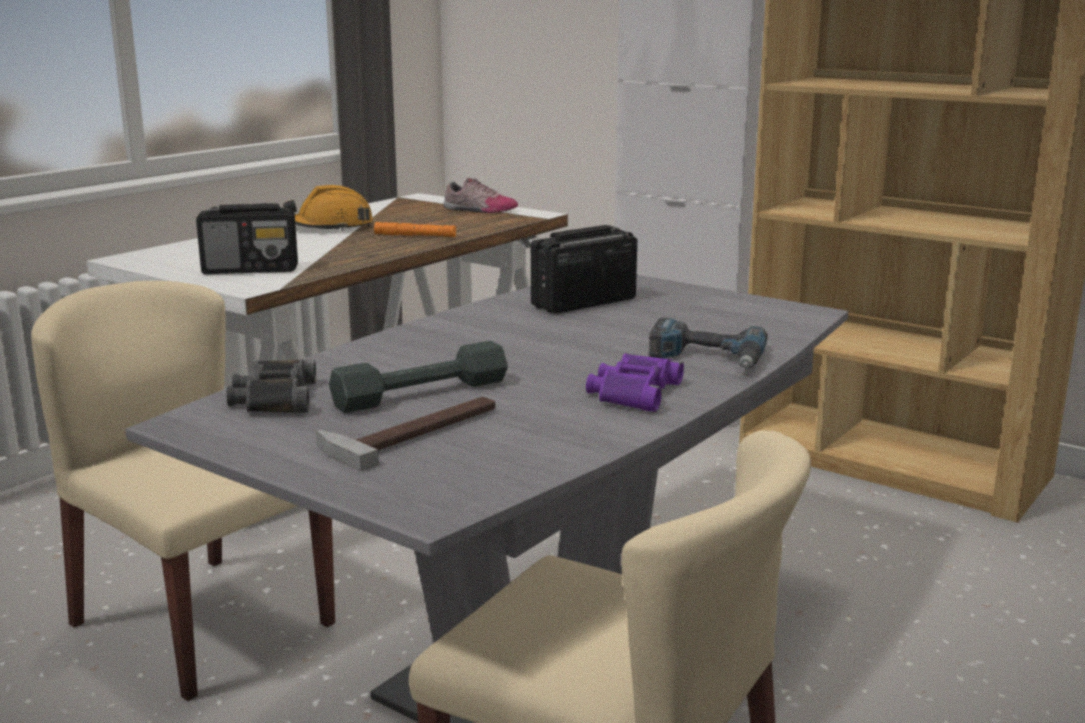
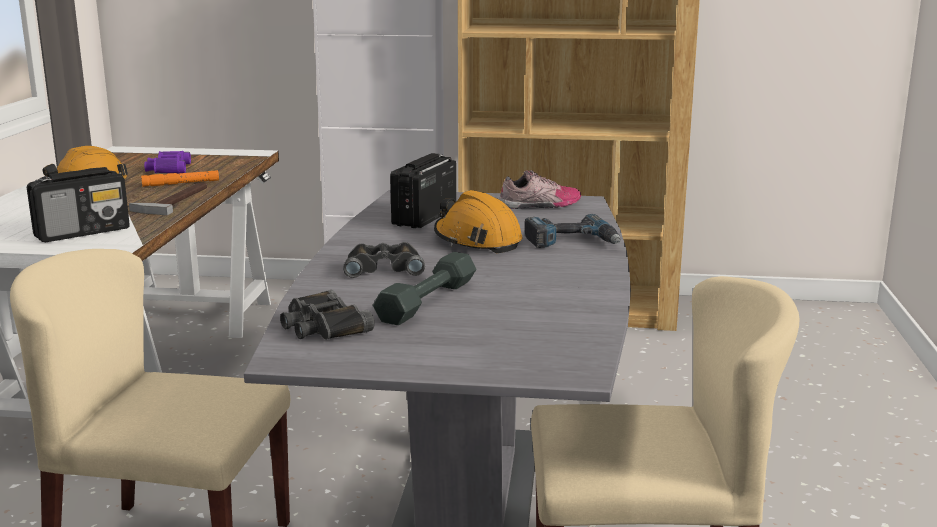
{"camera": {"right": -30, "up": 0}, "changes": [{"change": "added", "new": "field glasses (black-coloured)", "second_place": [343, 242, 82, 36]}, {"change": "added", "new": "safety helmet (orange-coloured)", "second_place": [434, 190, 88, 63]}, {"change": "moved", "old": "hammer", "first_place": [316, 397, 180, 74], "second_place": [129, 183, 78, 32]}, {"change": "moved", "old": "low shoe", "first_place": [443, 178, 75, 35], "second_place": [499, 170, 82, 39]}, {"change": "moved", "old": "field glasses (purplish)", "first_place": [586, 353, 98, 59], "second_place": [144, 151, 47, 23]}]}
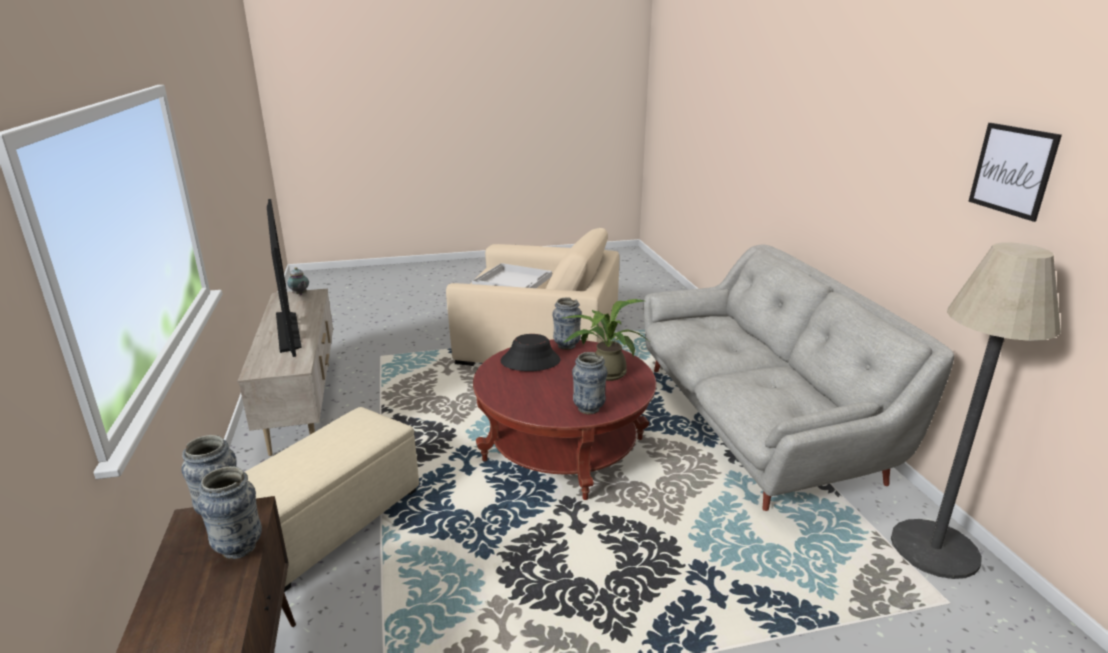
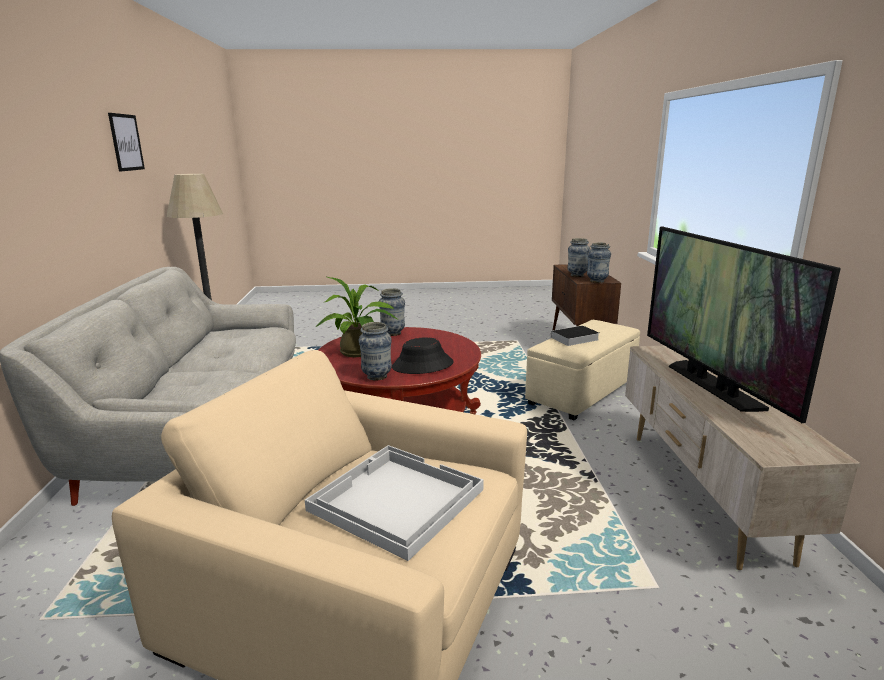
{"camera": {"right": -170, "up": -5}, "changes": [{"change": "removed", "old": "tea pot", "first_place": [287, 267, 22, 28]}, {"change": "added", "new": "volume", "second_place": [546, 326, 53, 20]}]}
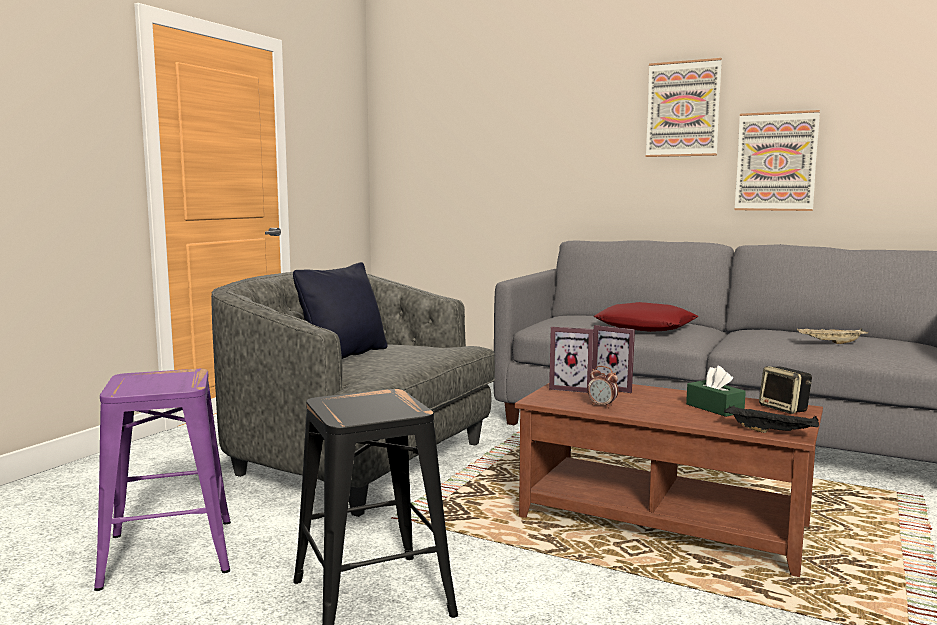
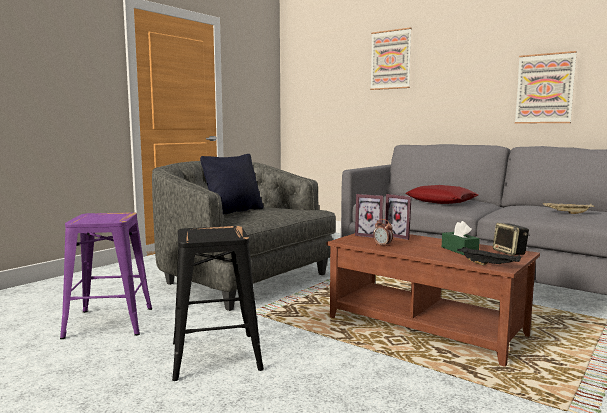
{"camera": {"right": 10, "up": 0}, "changes": [{"change": "moved", "old": "wall art", "first_place": [646, 58, 76, 99], "second_place": [370, 27, 42, 63]}]}
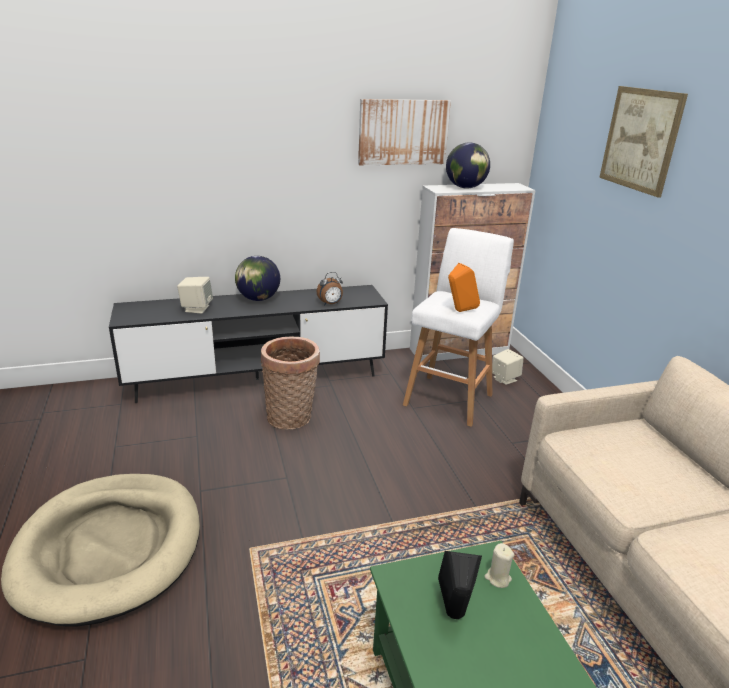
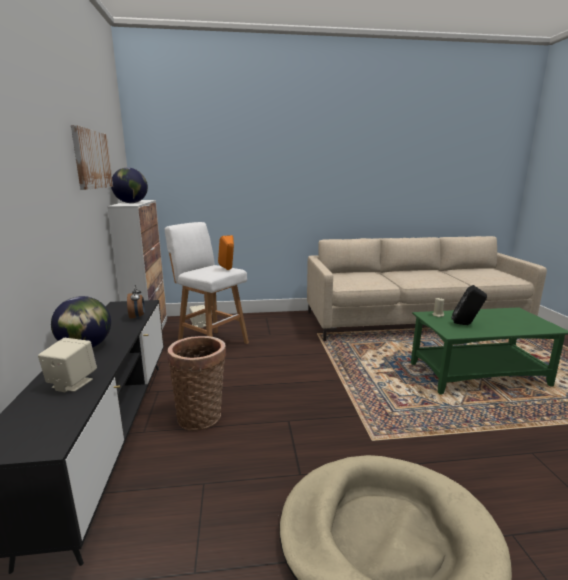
{"camera": {"right": -80, "up": -10}, "changes": [{"change": "removed", "old": "wall art", "first_place": [599, 86, 89, 111]}]}
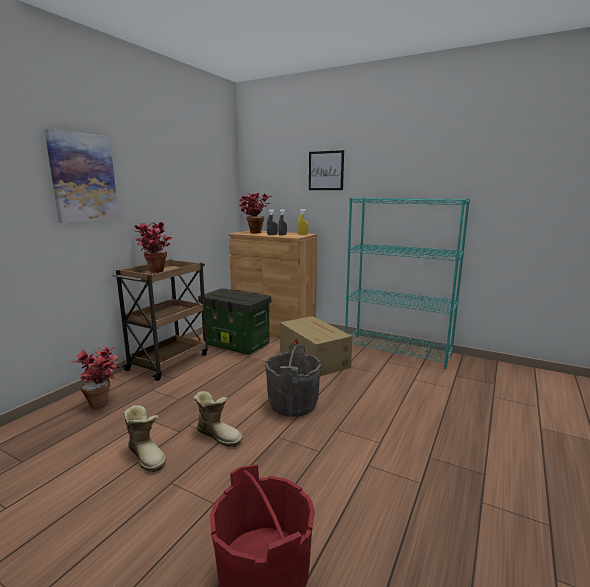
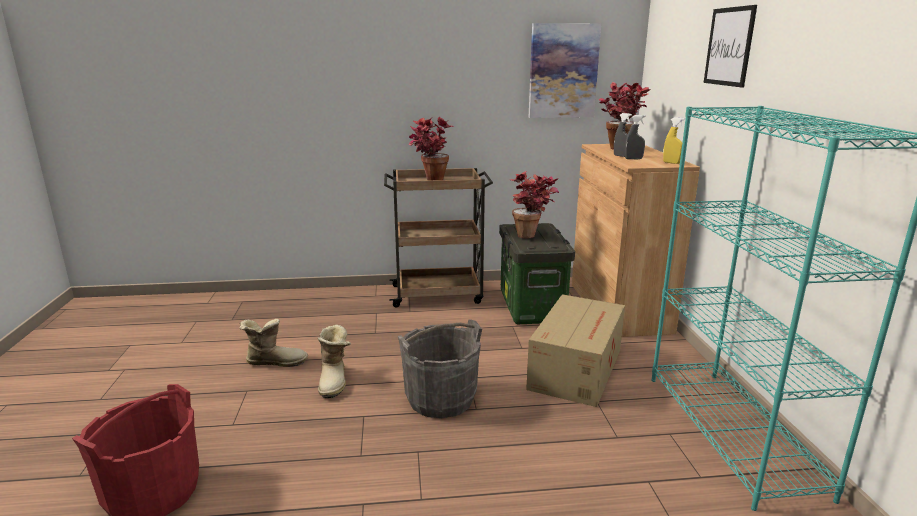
{"camera": {"right": 55, "up": 5}, "changes": [{"change": "moved", "old": "wall art", "first_place": [44, 129, 75, 94], "second_place": [529, 23, 72, 95]}, {"change": "moved", "old": "houseplant", "first_place": [70, 347, 50, 62], "second_place": [511, 171, 48, 67]}, {"change": "turned", "old": "high-top boot", "first_place": [123, 405, 43, 67], "second_place": [240, 319, 68, 48], "degrees": -105}]}
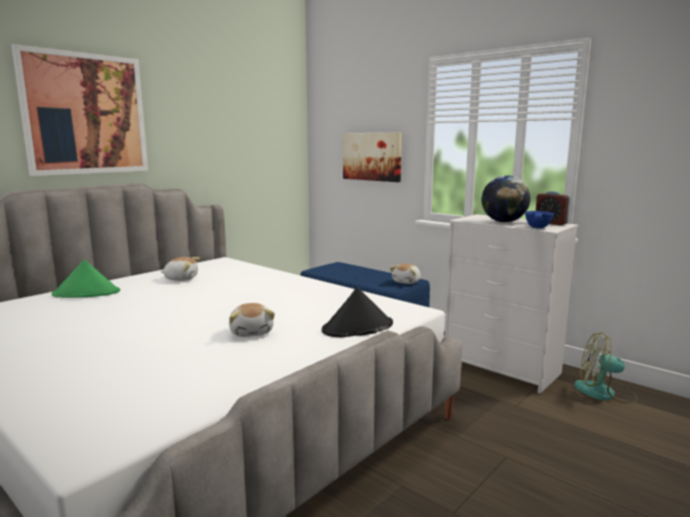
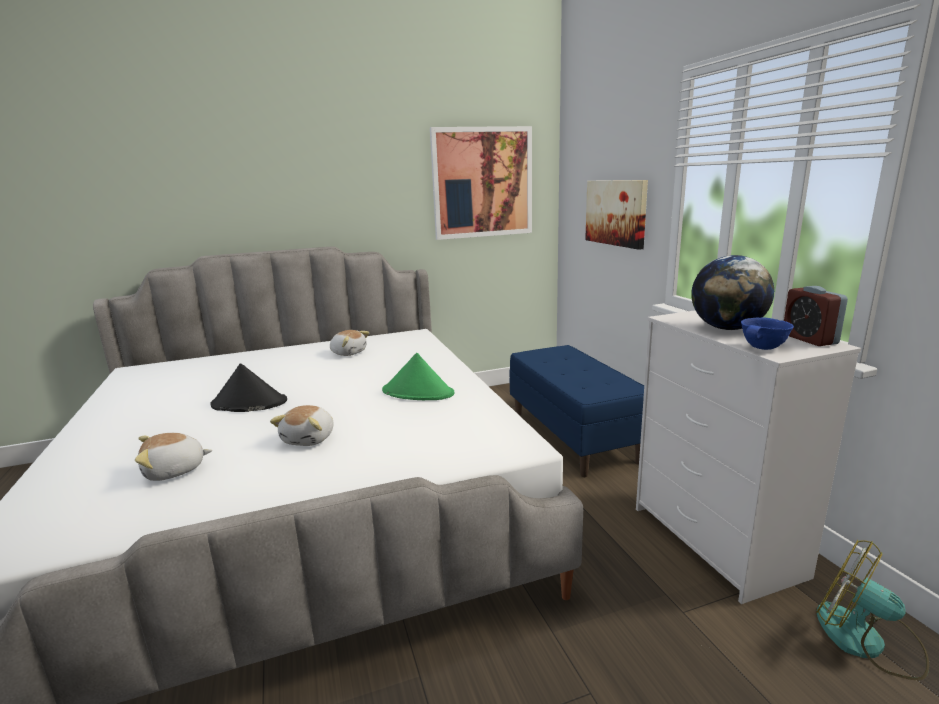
{"camera": {"right": 30, "up": 5}, "changes": [{"change": "moved", "old": "wall art", "first_place": [11, 44, 137, 132], "second_place": [430, 126, 102, 114]}, {"change": "moved", "old": "wearable hat (greenish)", "first_place": [52, 259, 68, 39], "second_place": [382, 353, 72, 47]}, {"change": "moved", "old": "wearable hat (black-coloured)", "first_place": [322, 287, 71, 50], "second_place": [211, 363, 76, 49]}, {"change": "moved", "old": "plush toy", "first_place": [390, 263, 31, 21], "second_place": [135, 433, 77, 48]}]}
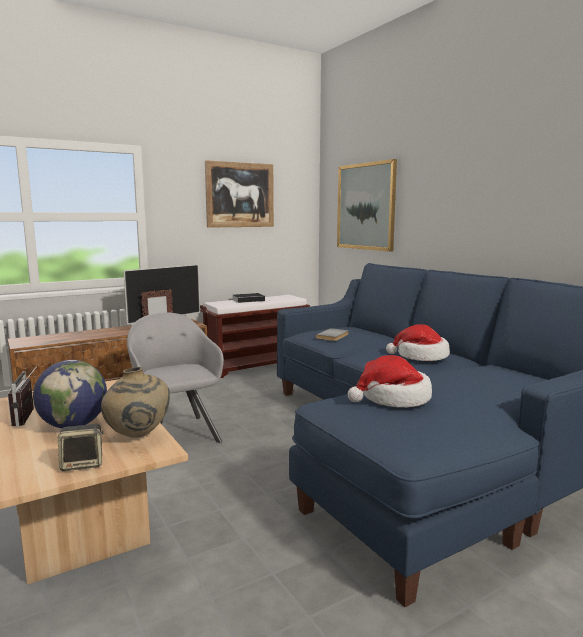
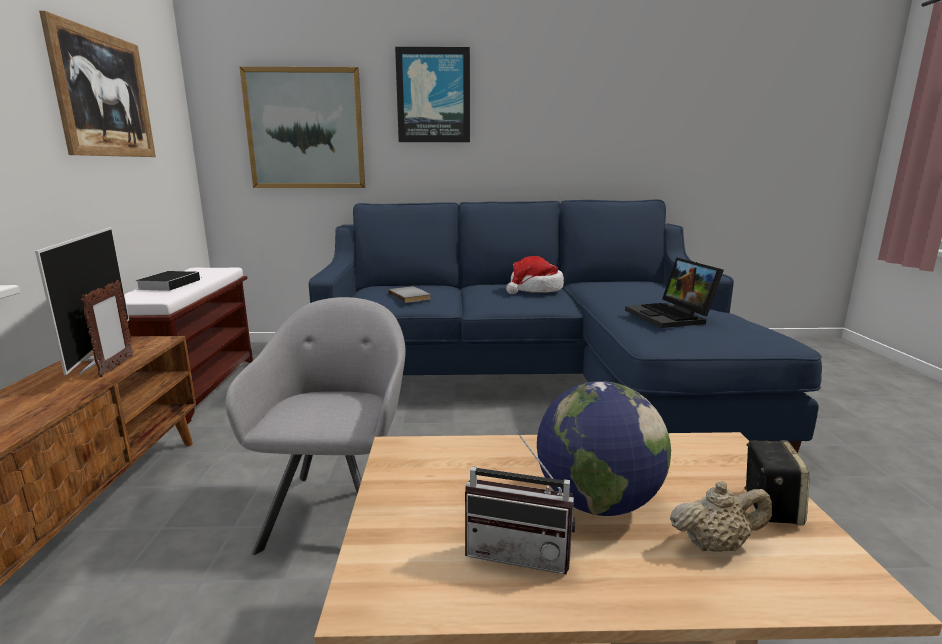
{"camera": {"right": -60, "up": 5}, "changes": [{"change": "removed", "old": "flower vase (beige-coloured)", "first_place": [101, 367, 69, 71]}, {"change": "added", "new": "wall art", "second_place": [395, 47, 75, 95]}, {"change": "added", "new": "tea pot (beige-coloured)", "second_place": [670, 481, 102, 71]}, {"change": "replaced", "old": "wearable hat", "new": "laptop", "first_place": [348, 355, 84, 52], "second_place": [625, 257, 99, 71]}, {"change": "turned", "old": "easy chair (grey)", "first_place": [127, 313, 97, 130], "second_place": [225, 297, 181, 258], "degrees": 90}]}
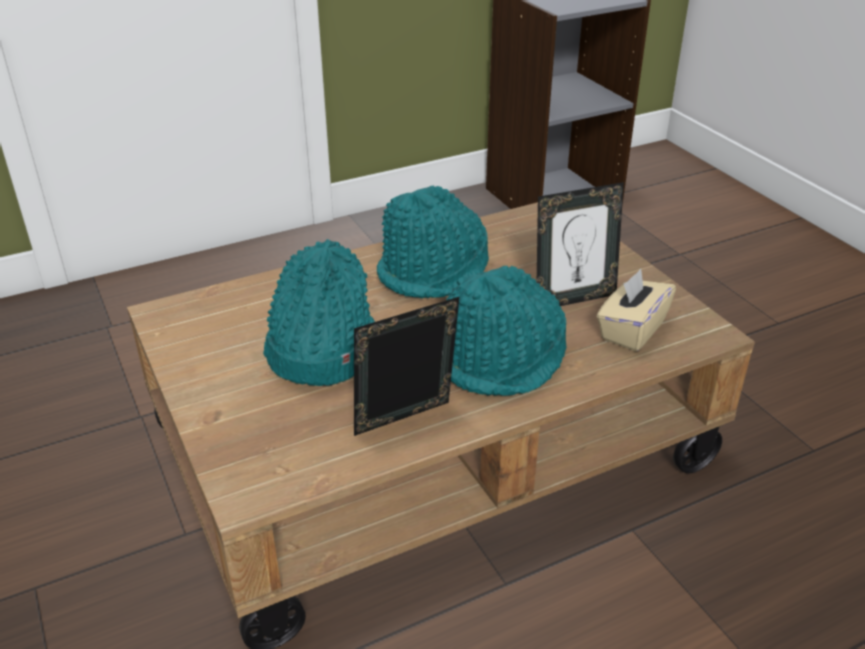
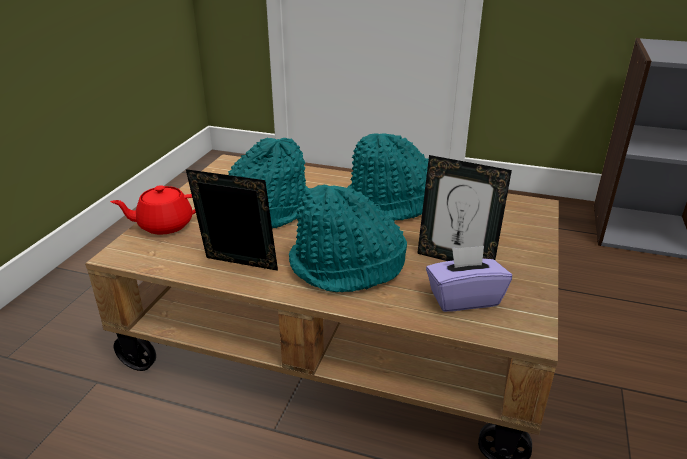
{"camera": {"right": 45, "up": -5}, "changes": [{"change": "added", "new": "tea pot (reddish)", "second_place": [110, 185, 86, 50]}, {"change": "recoloured", "old": "box of tissues (beige-coloured)", "new": "box of tissues (purplish)", "first_place": [597, 269, 79, 82], "second_place": [426, 246, 86, 66]}]}
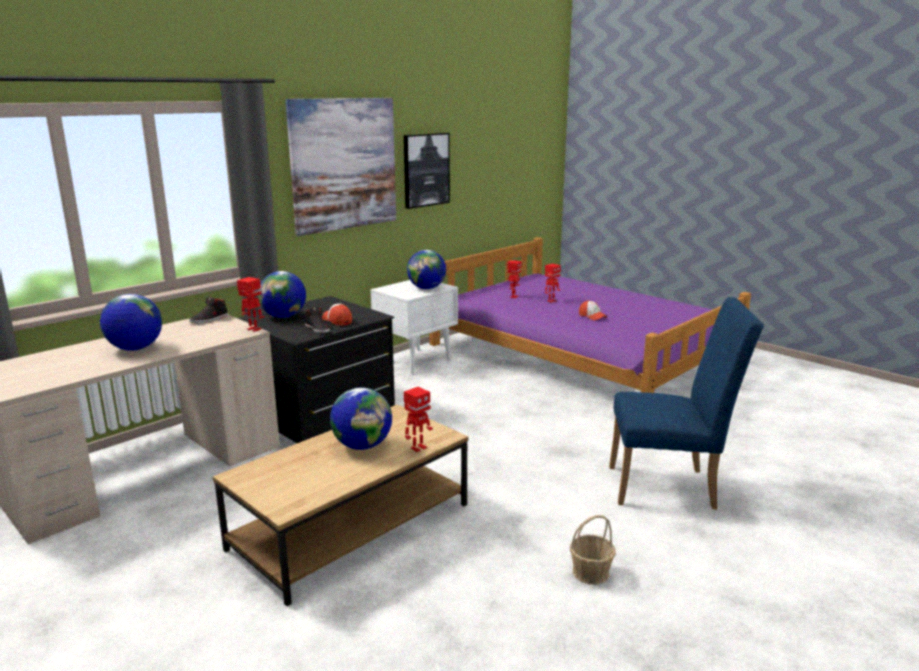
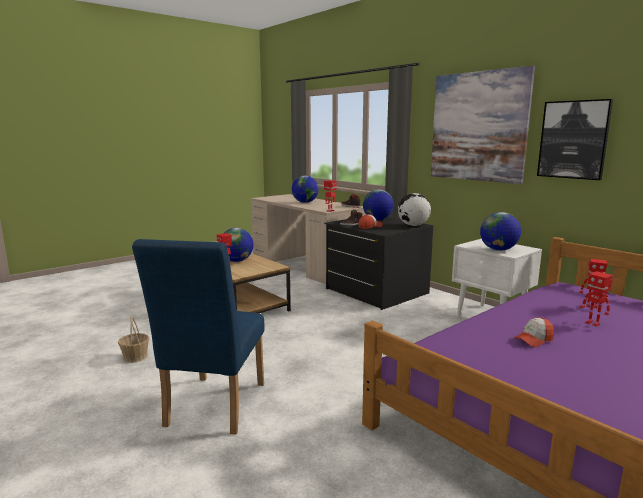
{"camera": {"right": 95, "up": -5}, "changes": [{"change": "added", "new": "desk globe", "second_place": [398, 193, 33, 33]}]}
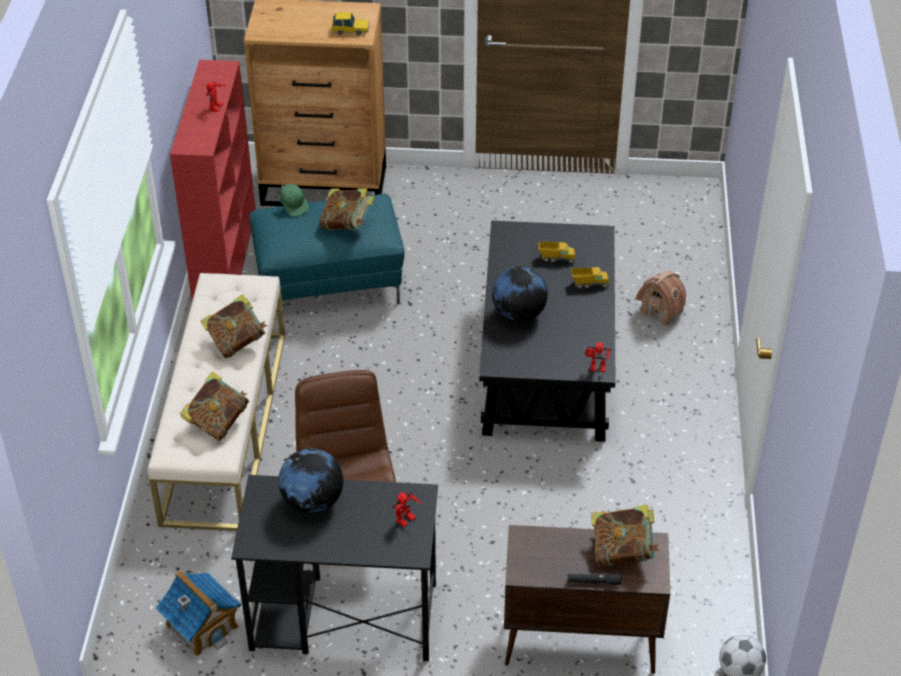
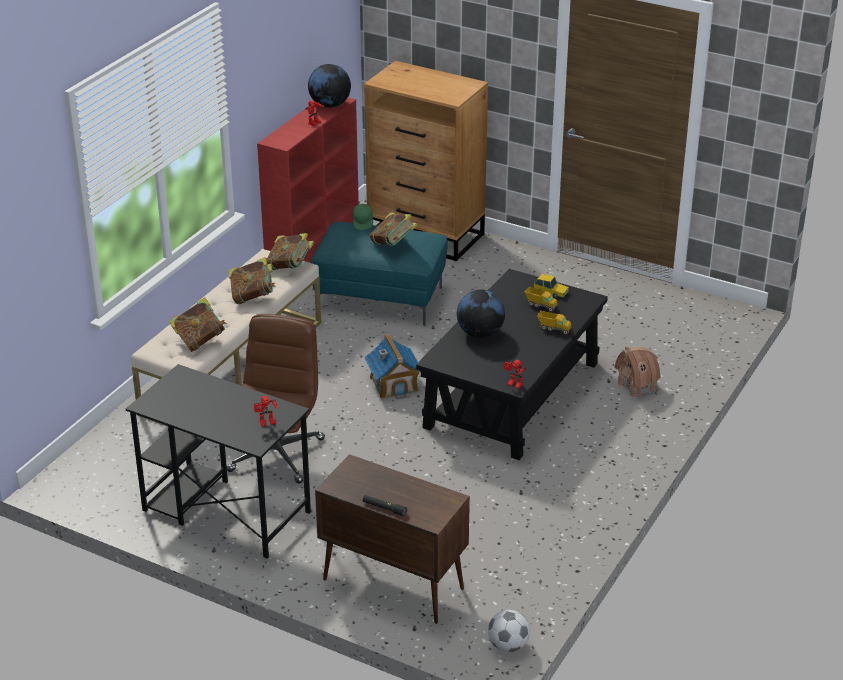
{"camera": {"right": 25, "up": -10}, "changes": [{"change": "moved", "old": "miniature house", "first_place": [156, 570, 85, 87], "second_place": [364, 334, 57, 65]}, {"change": "moved", "old": "desk globe", "first_place": [278, 448, 65, 66], "second_place": [308, 64, 43, 44]}, {"change": "moved", "old": "toy car", "first_place": [332, 12, 37, 23], "second_place": [534, 274, 35, 24]}, {"change": "moved", "old": "volume", "first_place": [591, 505, 68, 62], "second_place": [267, 233, 47, 37]}]}
